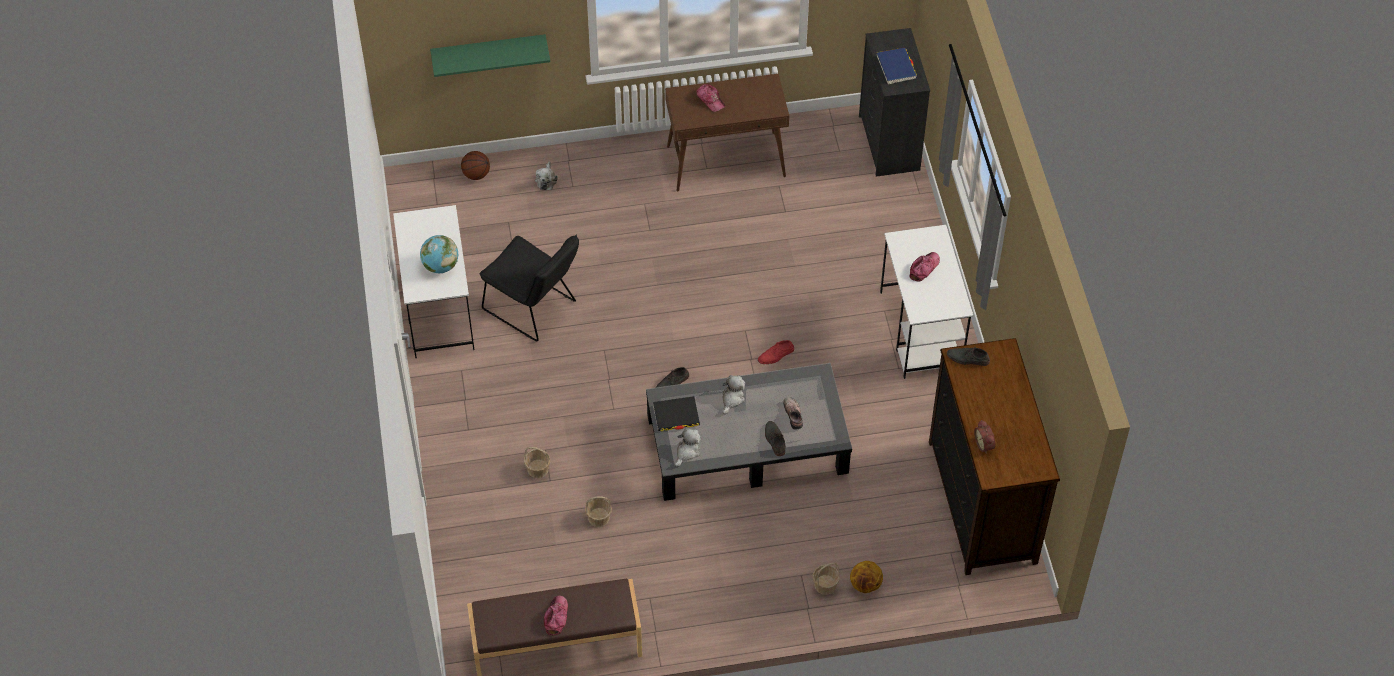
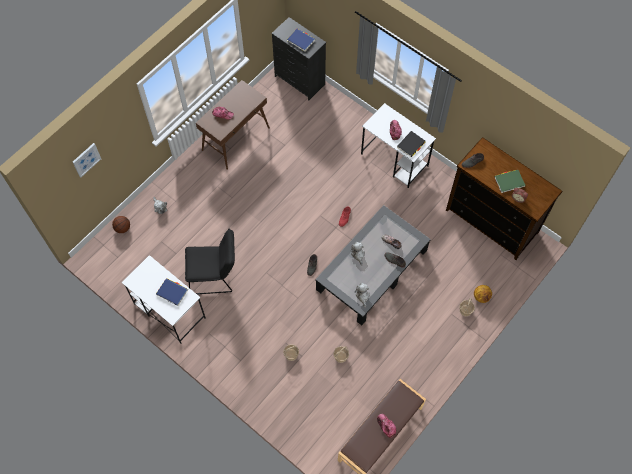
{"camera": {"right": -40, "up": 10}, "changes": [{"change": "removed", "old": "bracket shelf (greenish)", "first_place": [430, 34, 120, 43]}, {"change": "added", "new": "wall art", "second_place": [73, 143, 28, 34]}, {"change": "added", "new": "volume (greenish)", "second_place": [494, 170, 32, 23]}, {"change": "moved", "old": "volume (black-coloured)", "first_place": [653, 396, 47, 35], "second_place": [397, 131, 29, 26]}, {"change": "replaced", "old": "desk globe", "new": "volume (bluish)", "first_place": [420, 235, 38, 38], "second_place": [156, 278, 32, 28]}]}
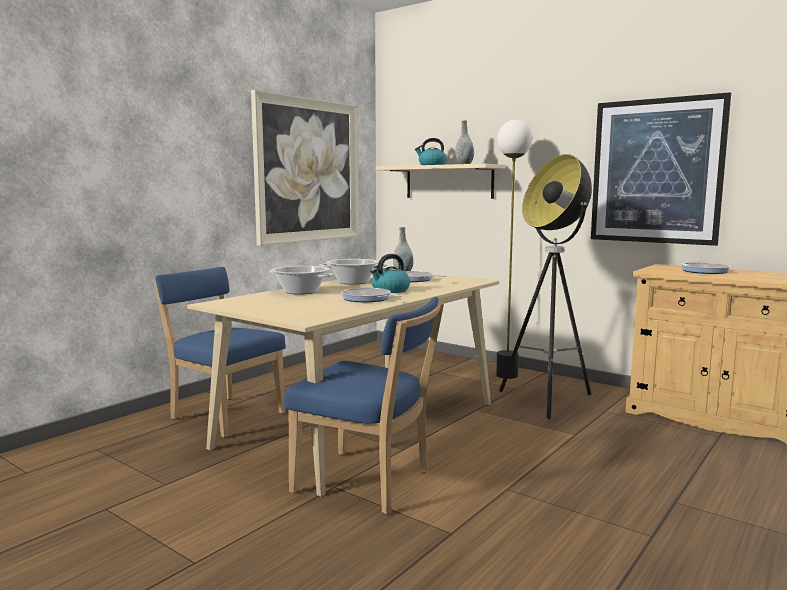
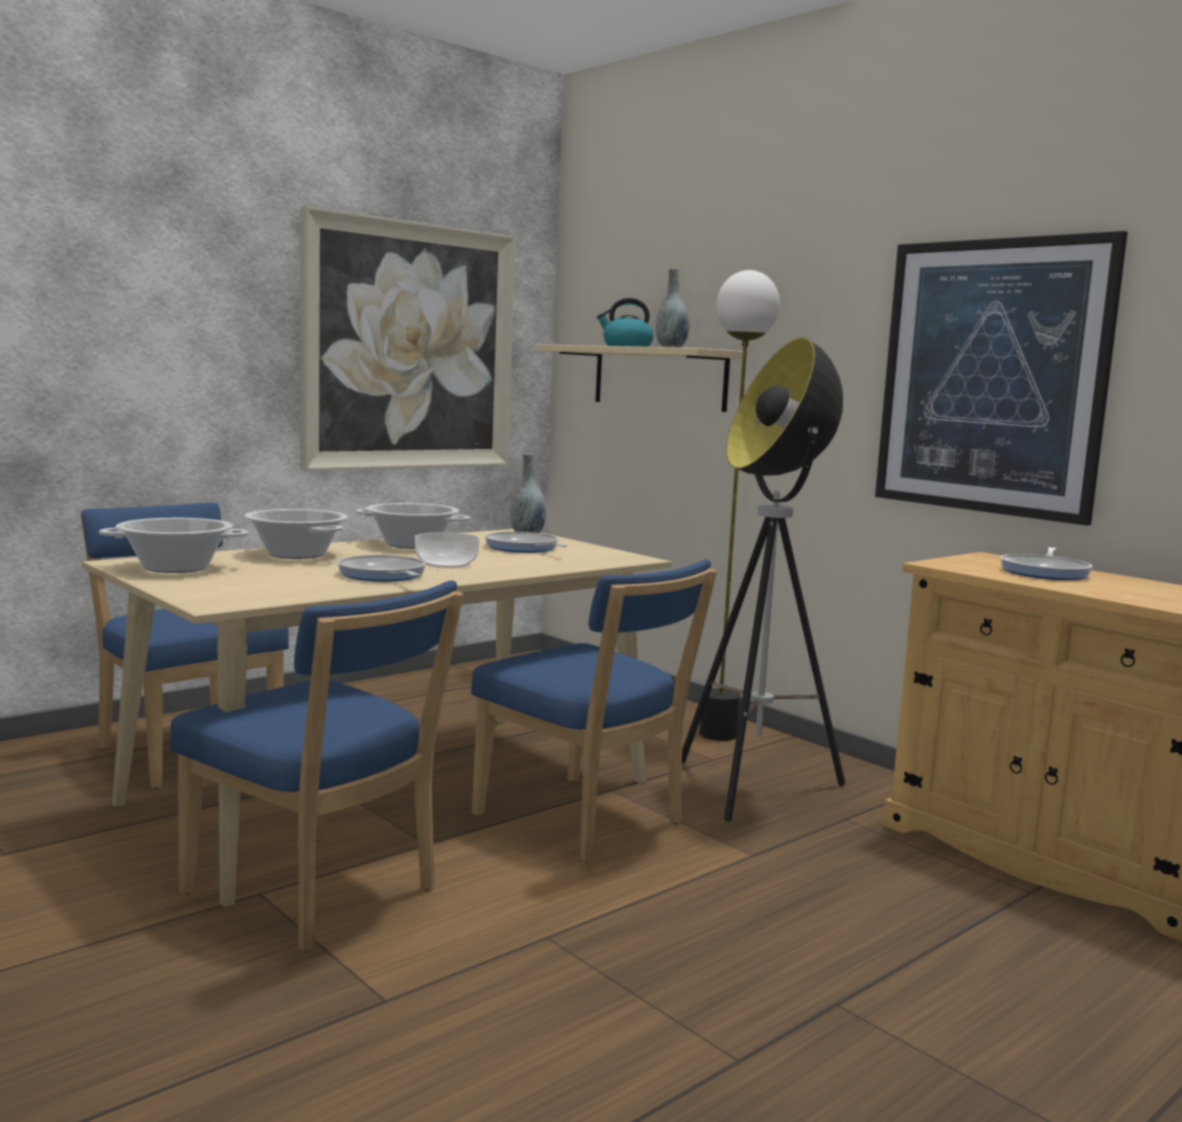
{"camera": {"right": 10, "up": 0}, "changes": [{"change": "added", "new": "stockpot", "second_place": [99, 518, 150, 55]}, {"change": "added", "new": "chair (bluish)", "second_place": [471, 559, 246, 304]}, {"change": "replaced", "old": "tea kettle", "new": "deep dish", "first_place": [370, 254, 40, 39], "second_place": [415, 532, 64, 36]}]}
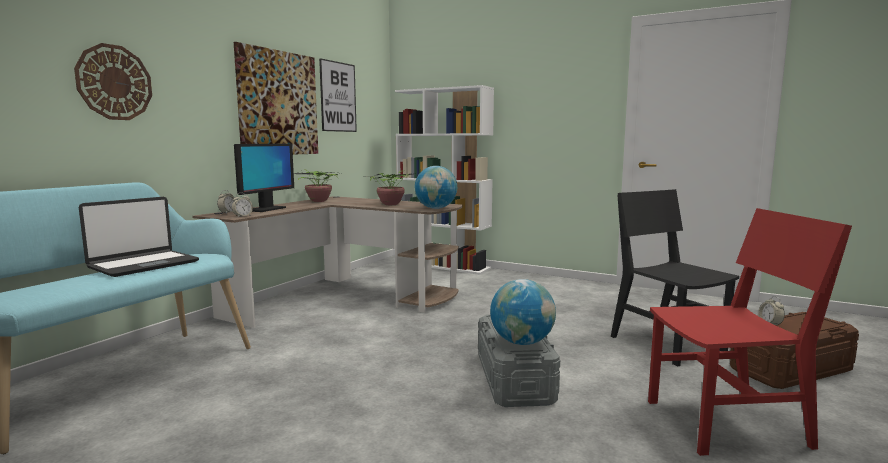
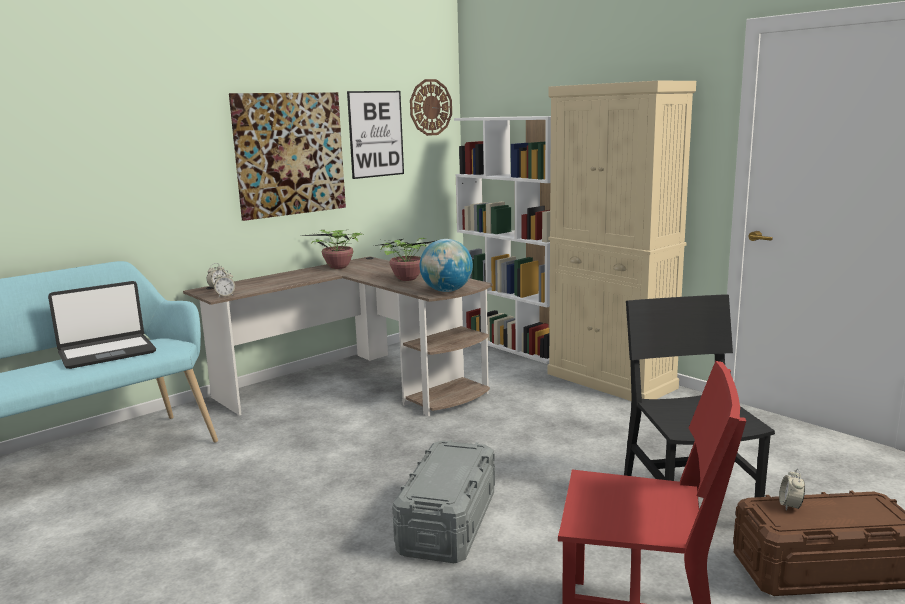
{"camera": {"right": 20, "up": 5}, "changes": [{"change": "removed", "old": "monitor", "first_place": [234, 144, 60, 68]}, {"change": "removed", "old": "desk globe", "first_place": [490, 279, 66, 66]}, {"change": "added", "new": "cabinet (beige-coloured)", "second_place": [547, 81, 149, 320]}, {"change": "moved", "old": "clock on the wall", "first_place": [74, 43, 78, 77], "second_place": [410, 79, 42, 57]}]}
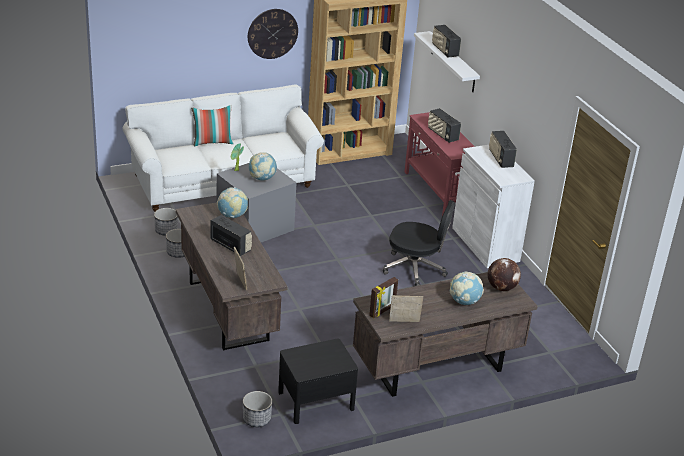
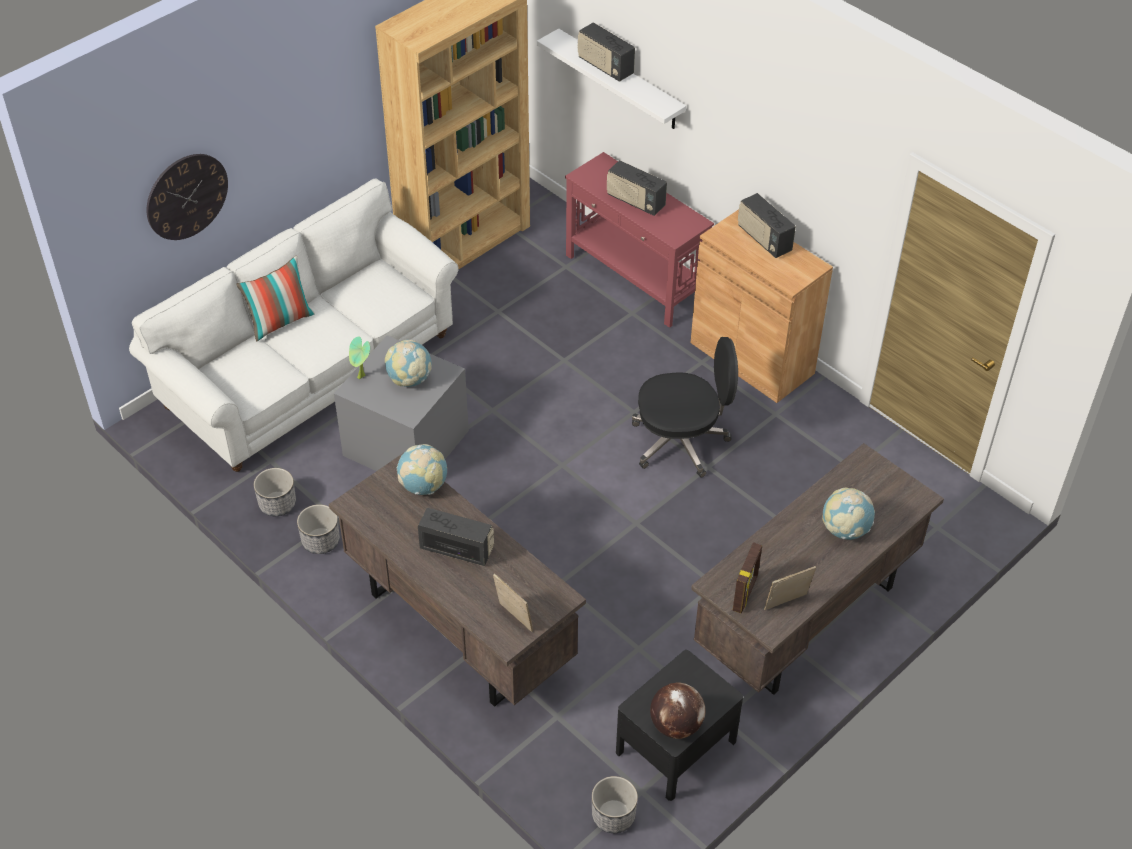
{"camera": {"right": -20, "up": 15}, "changes": [{"change": "moved", "old": "clock on the wall", "first_place": [248, 9, 50, 50], "second_place": [147, 154, 81, 86]}, {"change": "moved", "old": "desk globe", "first_place": [488, 258, 33, 33], "second_place": [650, 683, 55, 56]}, {"change": "recoloured", "old": "cabinet (white)", "new": "cabinet (brown-coloured)", "first_place": [452, 145, 83, 123], "second_place": [691, 209, 142, 194]}]}
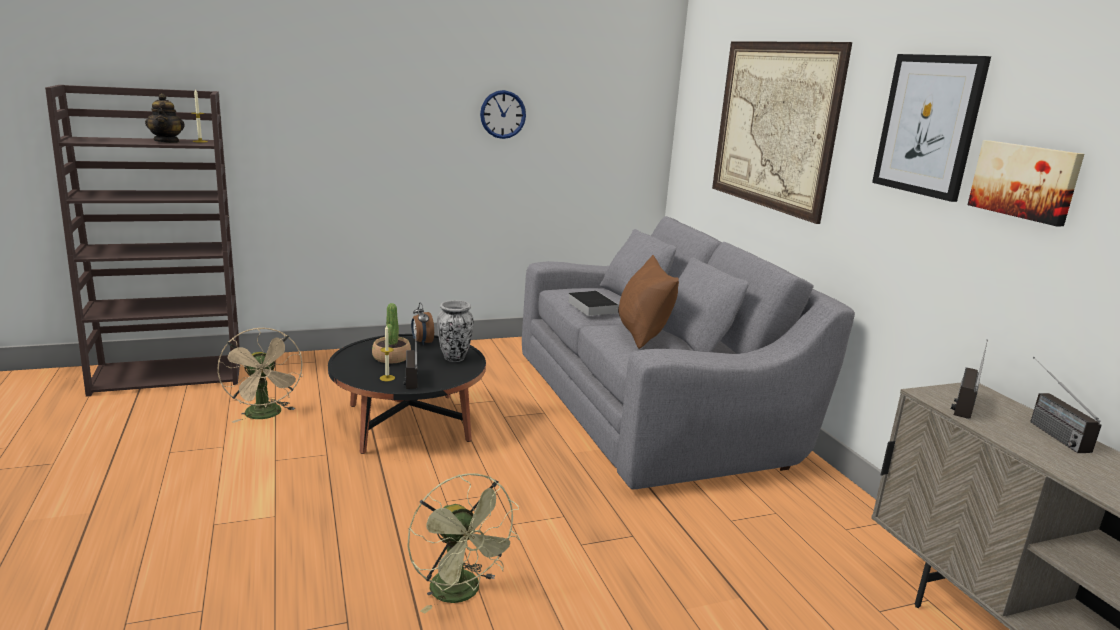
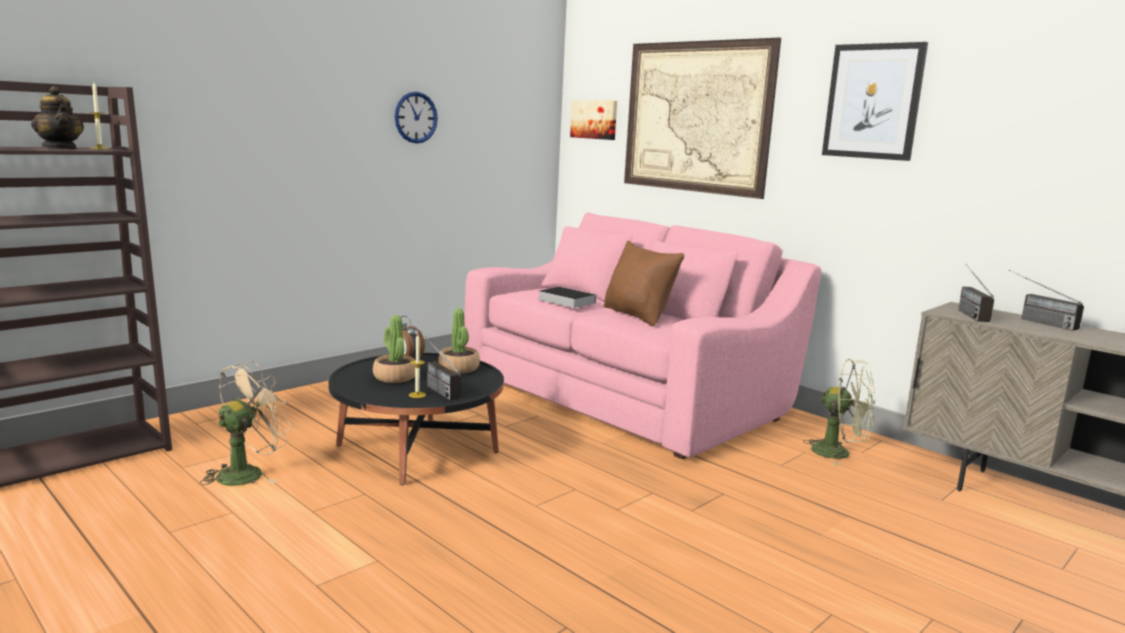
{"camera": {"right": -25, "up": -5}, "changes": [{"change": "moved", "old": "cooling fan (greenish)", "first_place": [407, 473, 113, 141], "second_place": [803, 359, 72, 107]}, {"change": "moved", "old": "wall art", "first_place": [967, 140, 117, 86], "second_place": [570, 100, 47, 40]}, {"change": "replaced", "old": "flower vase", "new": "houseplant", "first_place": [437, 300, 37, 62], "second_place": [438, 308, 42, 66]}, {"change": "recoloured", "old": "couch (grey)", "new": "couch (pink-coloured)", "first_place": [522, 216, 333, 274], "second_place": [464, 212, 357, 247]}, {"change": "turned", "old": "cooling fan (beige-coloured)", "first_place": [217, 327, 86, 96], "second_place": [200, 361, 93, 125], "degrees": -90}]}
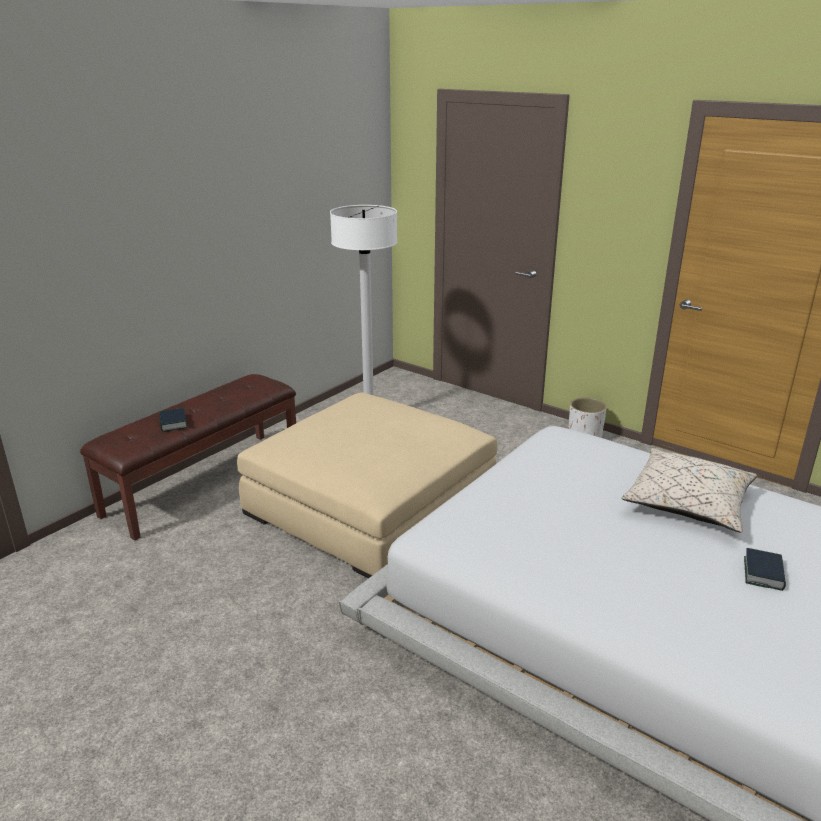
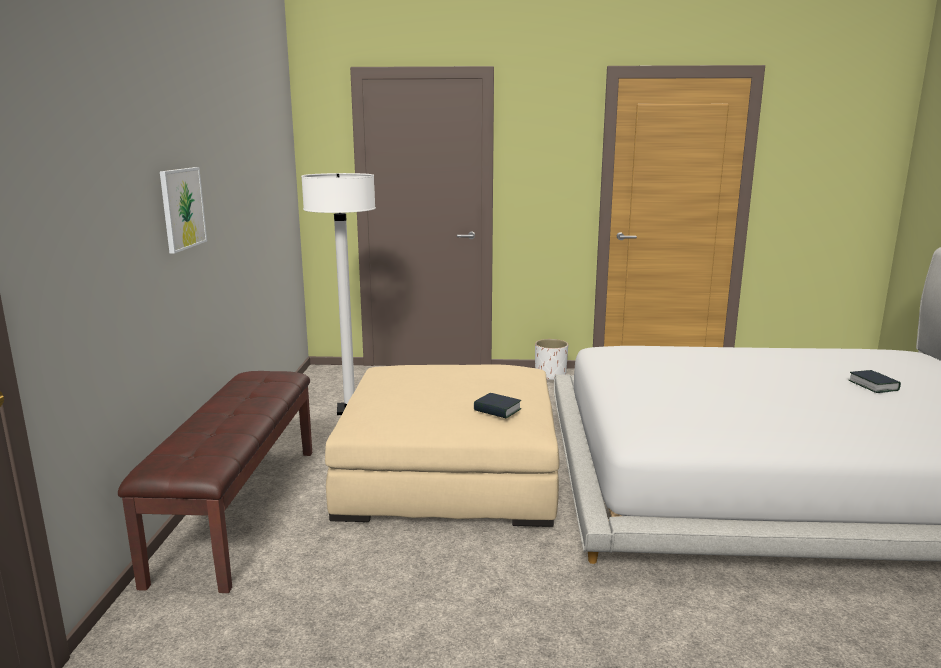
{"camera": {"right": -35, "up": -10}, "changes": [{"change": "removed", "old": "pillow (beige-coloured)", "first_place": [622, 448, 135, 85]}, {"change": "added", "new": "wall art", "second_place": [160, 167, 47, 87]}, {"change": "moved", "old": "volume", "first_place": [159, 408, 28, 24], "second_place": [474, 393, 47, 25]}]}
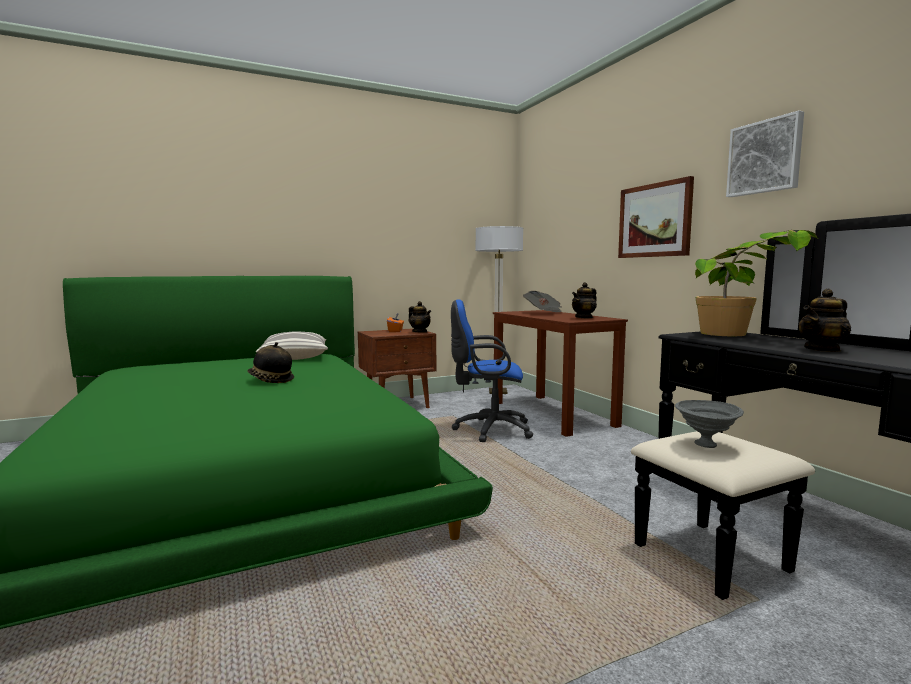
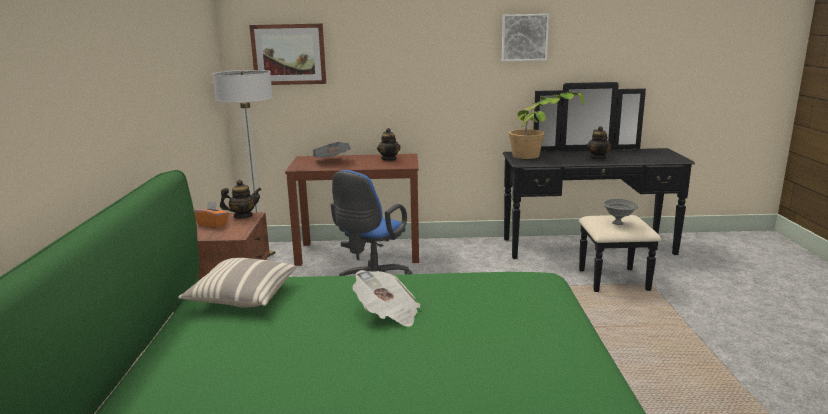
{"camera": {"right": -65, "up": 10}, "changes": [{"change": "moved", "old": "wall art", "first_place": [618, 176, 76, 82], "second_place": [249, 23, 77, 62]}, {"change": "replaced", "old": "wearable hat", "new": "printed paper", "first_place": [247, 342, 47, 41], "second_place": [352, 270, 68, 57]}]}
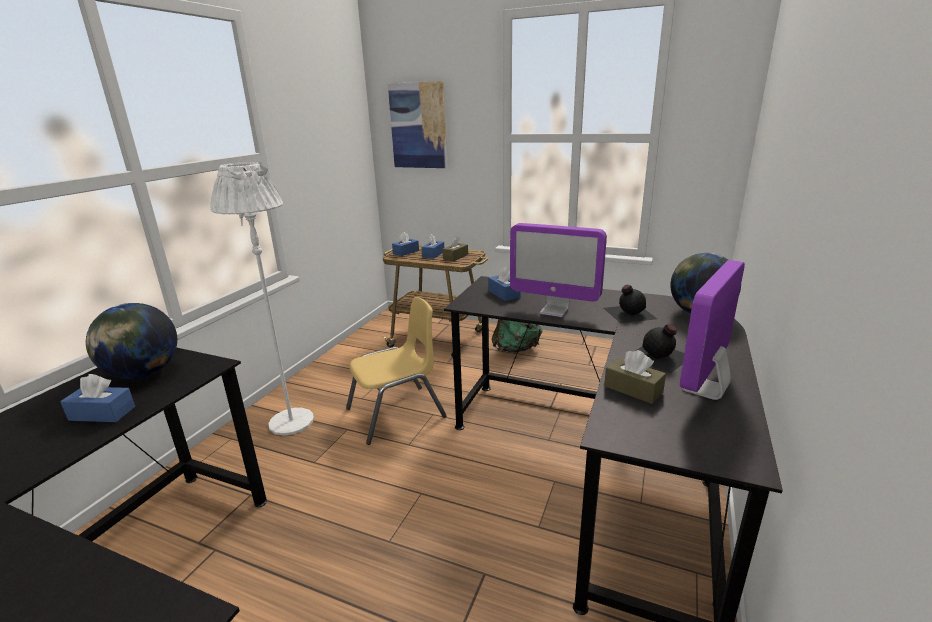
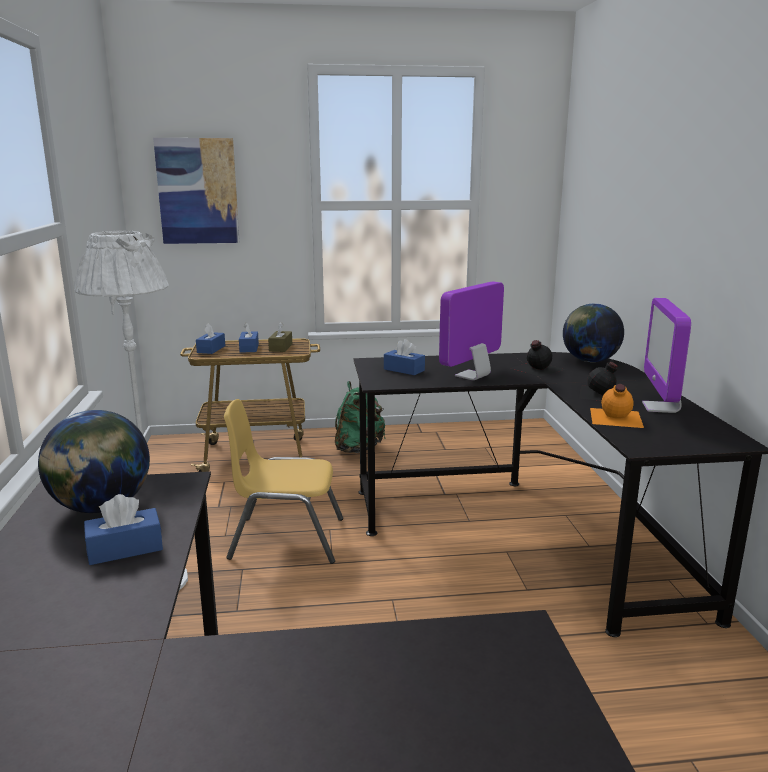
{"camera": {"right": -30, "up": -5}, "changes": [{"change": "replaced", "old": "box of tissues (brown-coloured)", "new": "drink bottle (orange-coloured)", "first_place": [604, 350, 62, 54], "second_place": [590, 384, 54, 44]}, {"change": "turned", "old": "chair (yellow-coloured)", "first_place": [346, 297, 101, 148], "second_place": [224, 399, 119, 165], "degrees": -120}, {"change": "turned", "old": "monitor", "first_place": [510, 223, 97, 94], "second_place": [439, 281, 65, 99], "degrees": 135}]}
